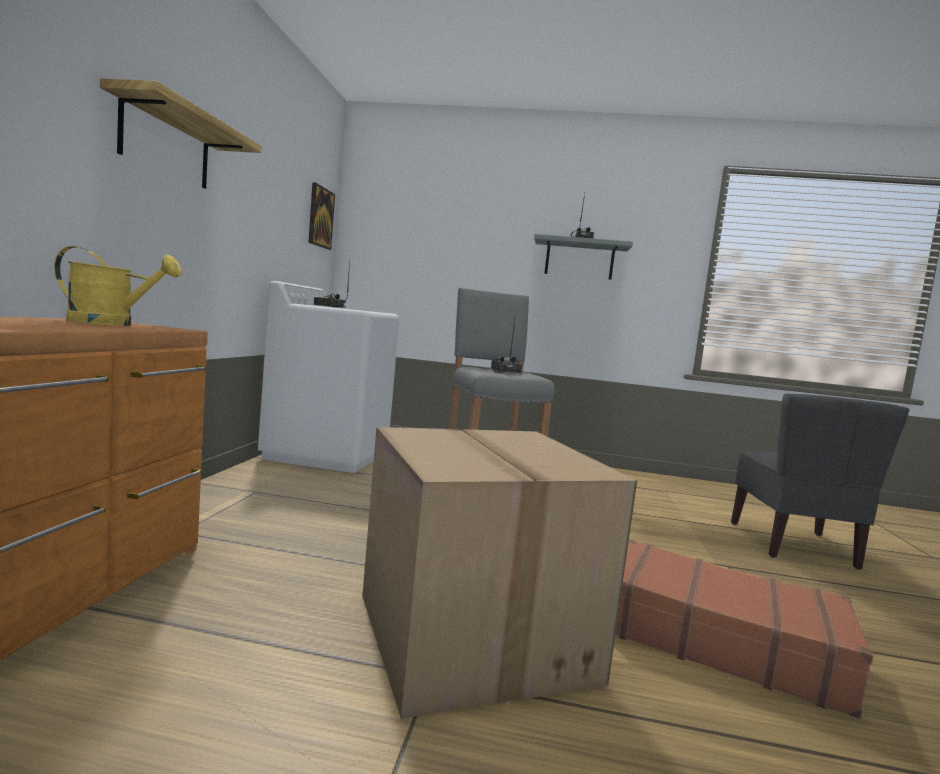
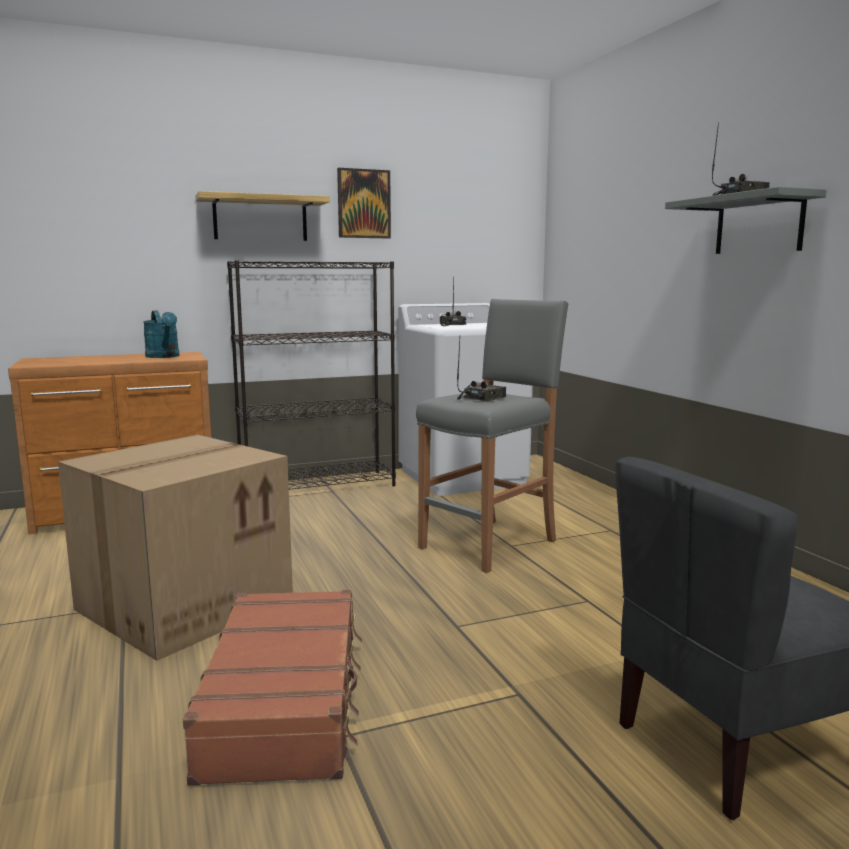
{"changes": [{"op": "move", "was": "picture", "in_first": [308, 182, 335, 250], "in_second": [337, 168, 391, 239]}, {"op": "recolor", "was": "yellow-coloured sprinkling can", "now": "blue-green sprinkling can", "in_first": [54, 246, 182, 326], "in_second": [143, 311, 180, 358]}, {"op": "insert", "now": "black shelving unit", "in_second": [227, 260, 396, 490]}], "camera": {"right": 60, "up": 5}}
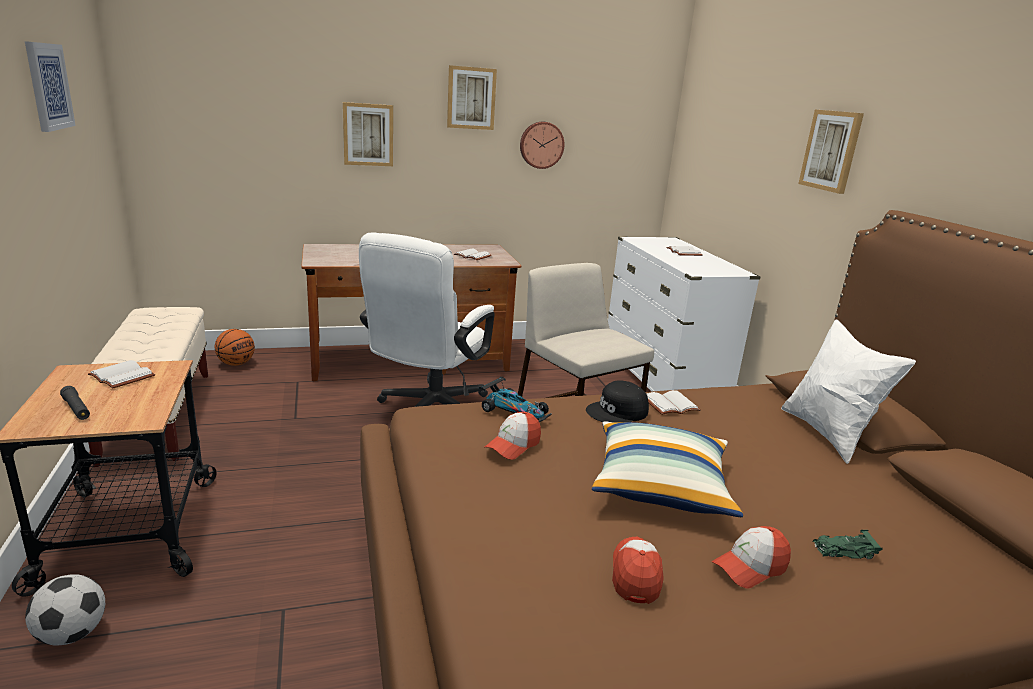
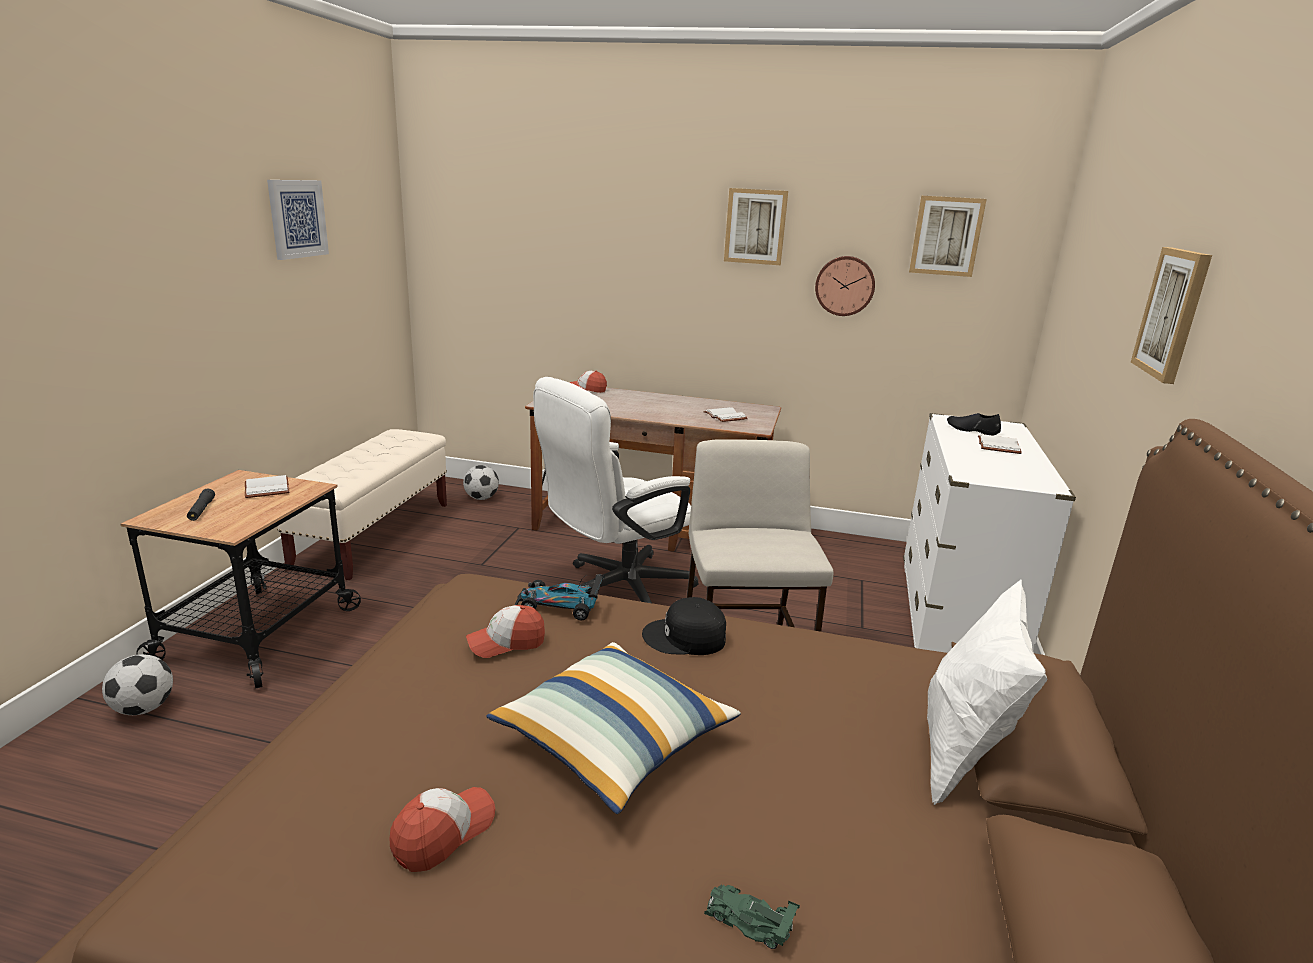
{"changes": [{"op": "move", "was": "picture", "in_first": [343, 102, 393, 166], "in_second": [909, 196, 987, 277]}, {"op": "replace", "was": "basketball ball", "now": "football ball", "in_first": [215, 329, 255, 366], "in_second": [463, 465, 499, 500]}, {"op": "rotate", "was": "miniature car", "in_first": [479, 377, 552, 422], "in_second": [515, 574, 605, 621], "clockwise": 120}, {"op": "delete", "was": "white-coloured volume", "in_first": [647, 390, 701, 415]}, {"op": "move", "was": "baseball cap", "in_first": [712, 526, 791, 588], "in_second": [569, 371, 607, 393]}, {"op": "insert", "now": "black shoe", "in_second": [947, 413, 1001, 435]}], "camera": {"right": 30, "up": 0}}
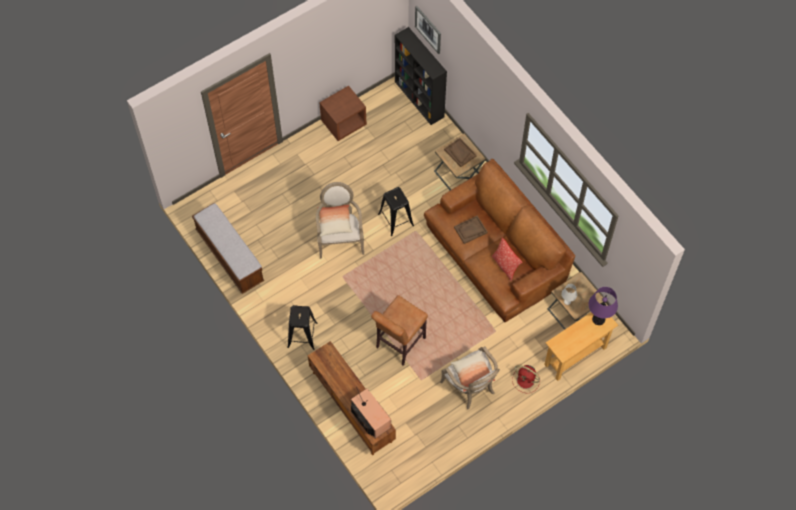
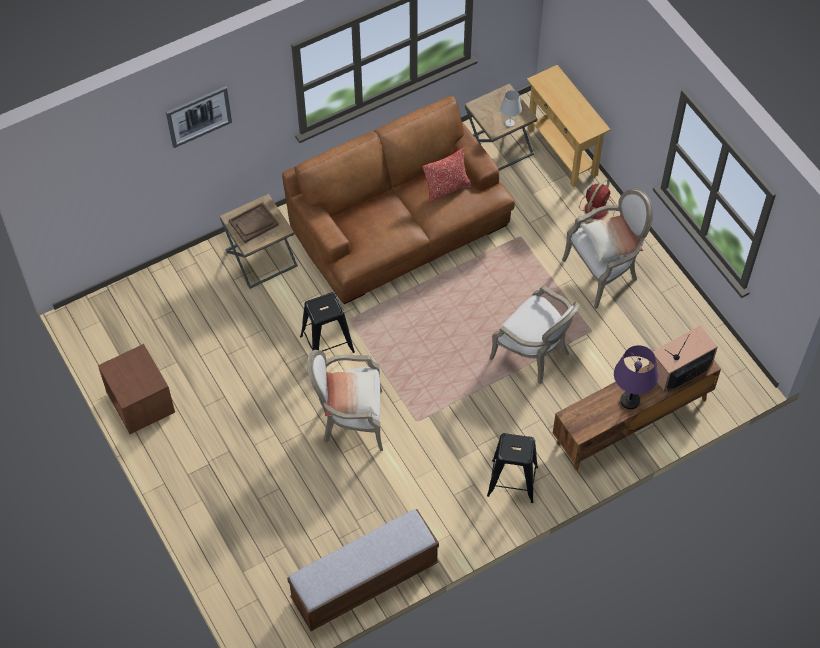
{"changes": [{"op": "move", "was": "picture", "in_first": [415, 6, 441, 54], "in_second": [166, 86, 232, 148]}, {"op": "delete", "was": "black shelving unit", "in_first": [395, 27, 447, 125]}, {"op": "delete", "was": "brown tray", "in_first": [454, 216, 488, 244]}, {"op": "move", "was": "purplish table lamp", "in_first": [589, 287, 618, 325], "in_second": [614, 345, 658, 409]}, {"op": "replace", "was": "brown stool", "now": "armchair", "in_first": [371, 295, 428, 366], "in_second": [490, 285, 580, 384]}], "camera": {"right": -85, "up": -5}}
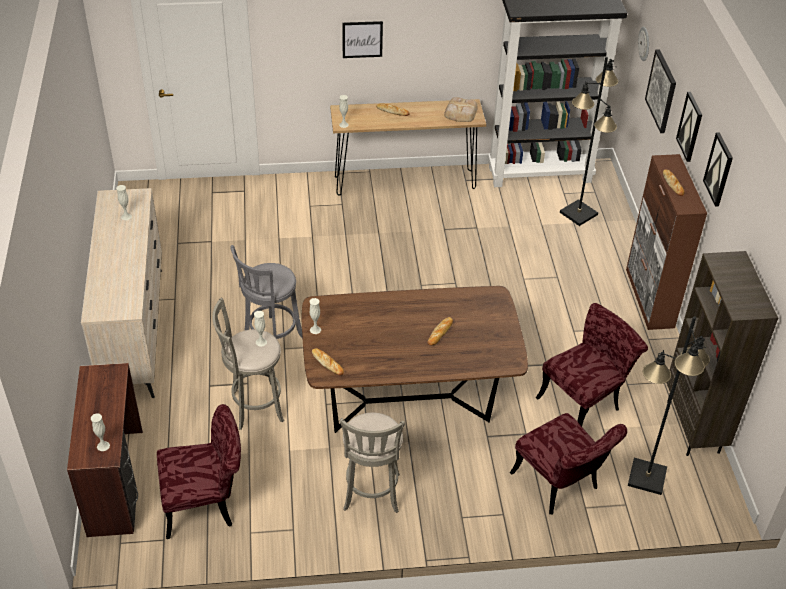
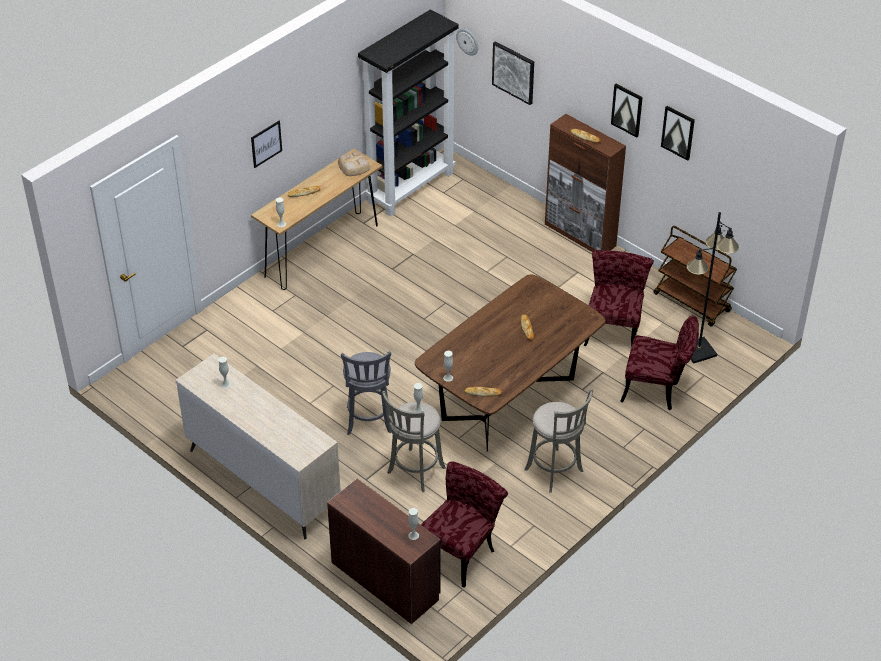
{"changes": [{"op": "delete", "was": "black floor lamp", "in_first": [560, 57, 618, 226]}, {"op": "move", "was": "picture", "in_first": [676, 92, 702, 162], "in_second": [661, 106, 695, 161]}, {"op": "replace", "was": "brown shelving unit", "now": "brown cart", "in_first": [666, 251, 778, 456], "in_second": [653, 226, 737, 327]}], "camera": {"right": -40, "up": 0}}
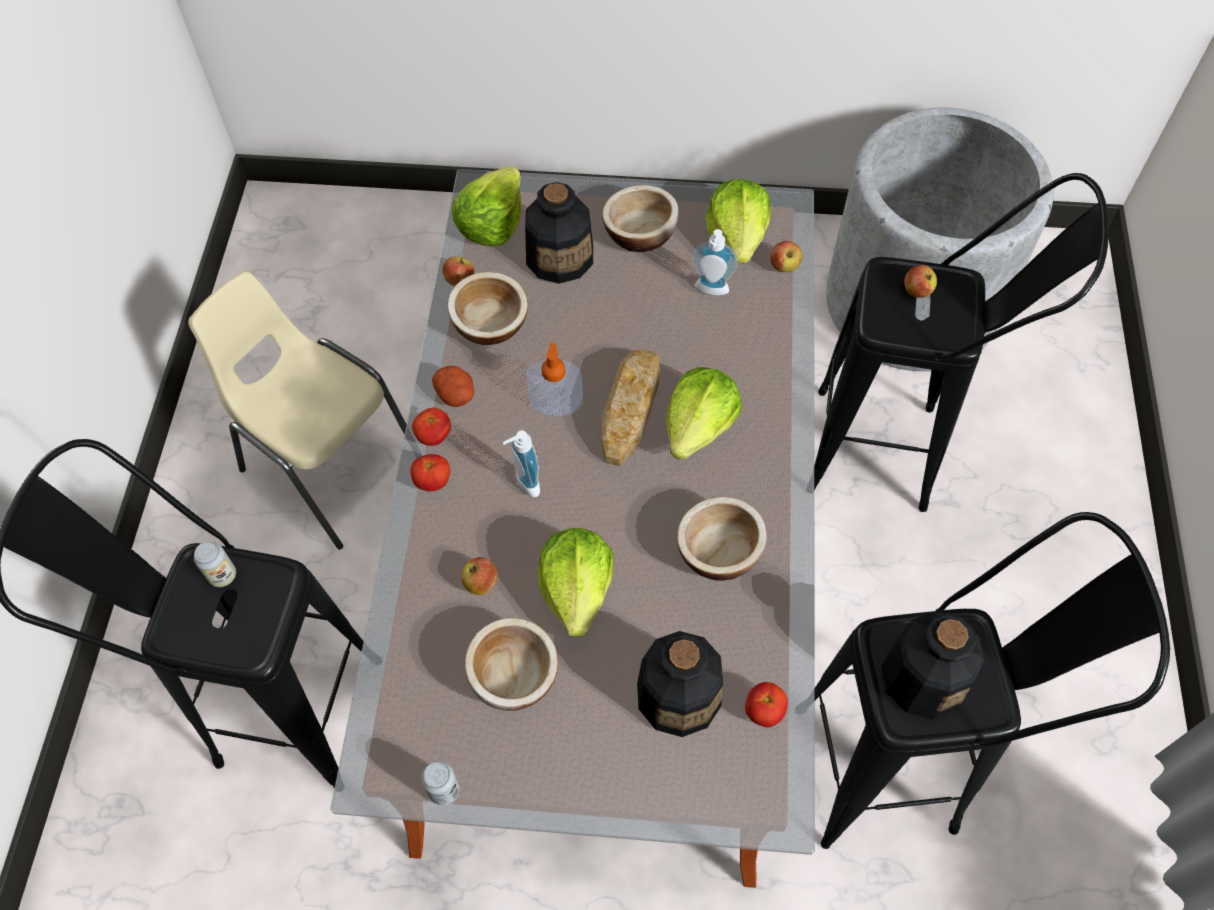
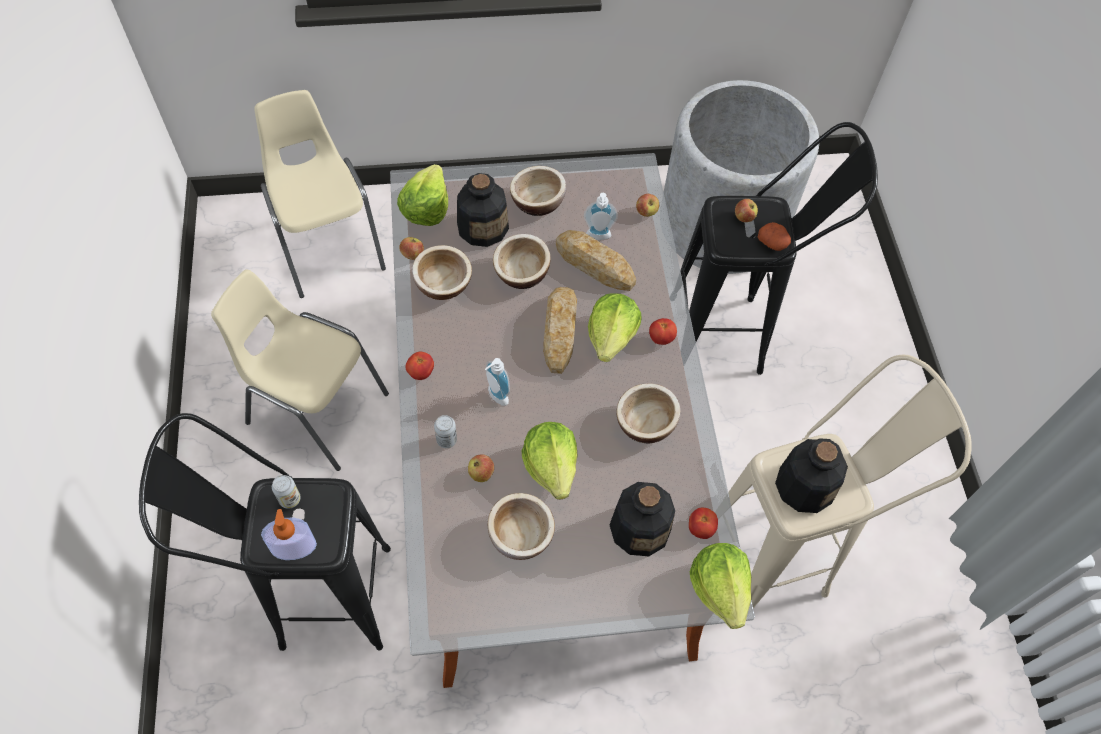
{"changes": [{"op": "move", "was": "lettuce head", "in_first": [706, 179, 771, 263], "in_second": [690, 543, 752, 629]}, {"op": "move", "was": "liquid soap bottle", "in_first": [526, 343, 583, 416], "in_second": [261, 509, 317, 560]}, {"op": "move", "was": "potato", "in_first": [432, 366, 474, 407], "in_second": [758, 222, 791, 251]}, {"op": "move", "was": "tomato", "in_first": [410, 454, 450, 491], "in_second": [649, 318, 677, 345]}, {"op": "recolor", "was": "black stool", "now": "beige stool", "in_first": [815, 512, 1170, 849], "in_second": [728, 355, 972, 608]}, {"op": "move", "was": "can", "in_first": [422, 761, 460, 806], "in_second": [434, 415, 457, 448]}, {"op": "insert", "now": "beige chair", "in_second": [254, 90, 386, 298]}, {"op": "insert", "now": "bakery bread", "in_second": [556, 230, 636, 291]}, {"op": "insert", "now": "bowl", "in_second": [493, 234, 551, 289]}], "camera": {"right": -15, "up": 0}}
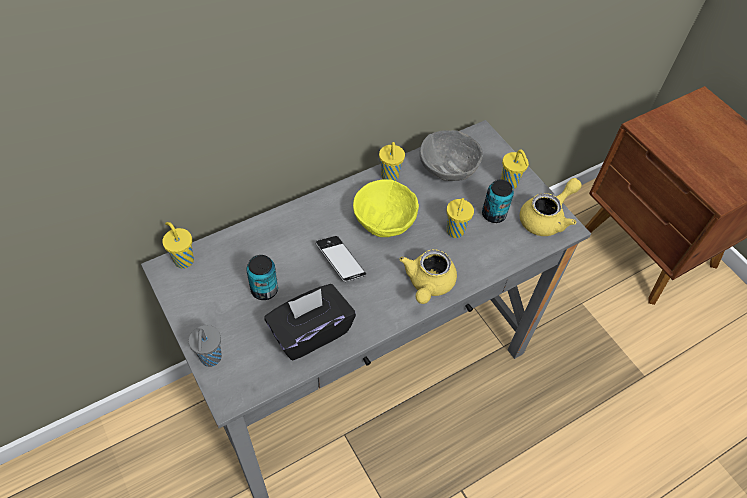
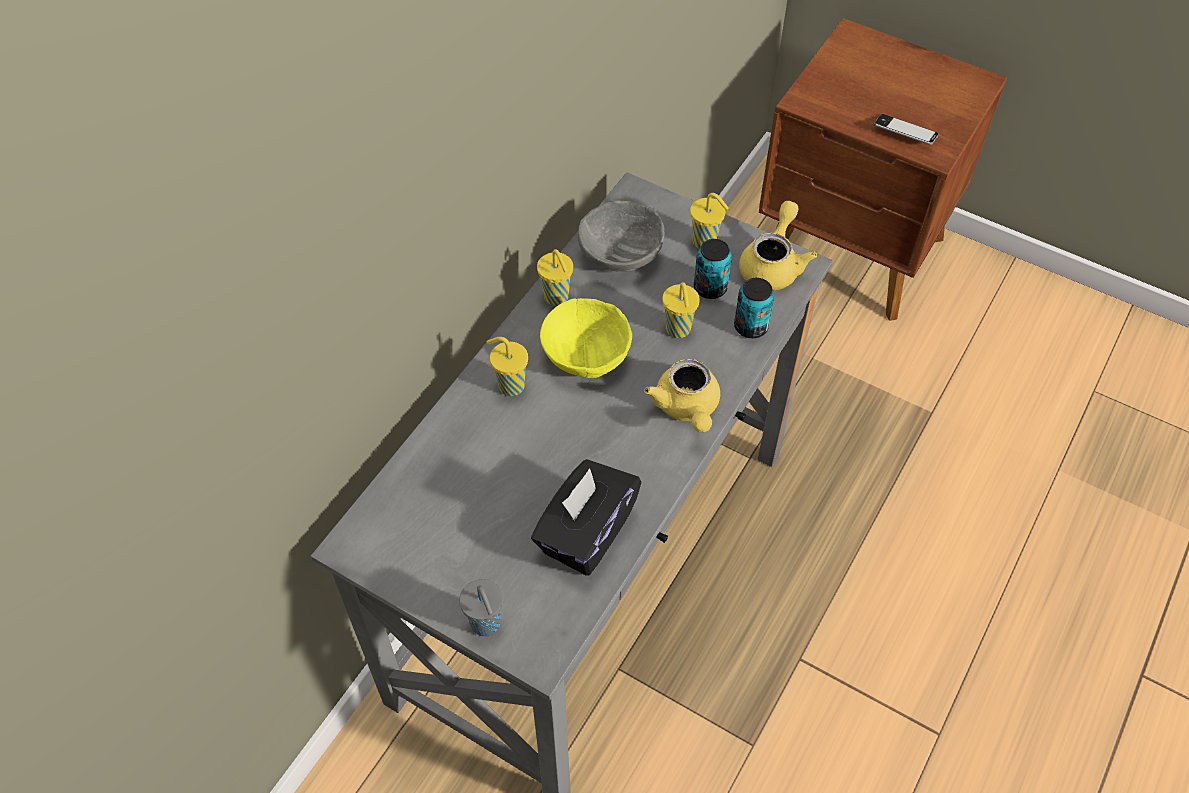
{"changes": [{"op": "move", "was": "yellow-coloured cup", "in_first": [162, 222, 194, 269], "in_second": [486, 337, 528, 396]}, {"op": "move", "was": "handset", "in_first": [315, 236, 366, 282], "in_second": [874, 114, 939, 145]}, {"op": "move", "was": "can", "in_first": [247, 255, 278, 300], "in_second": [734, 278, 775, 338]}], "camera": {"right": -25, "up": 0}}
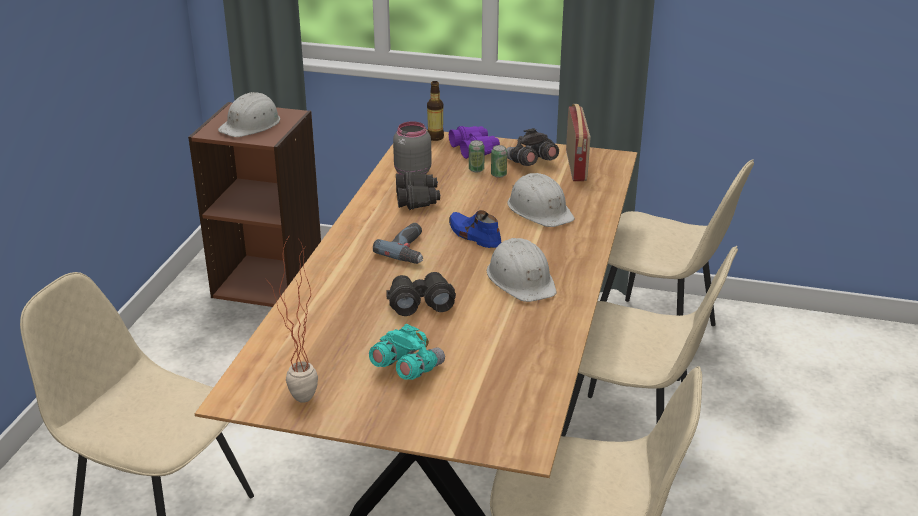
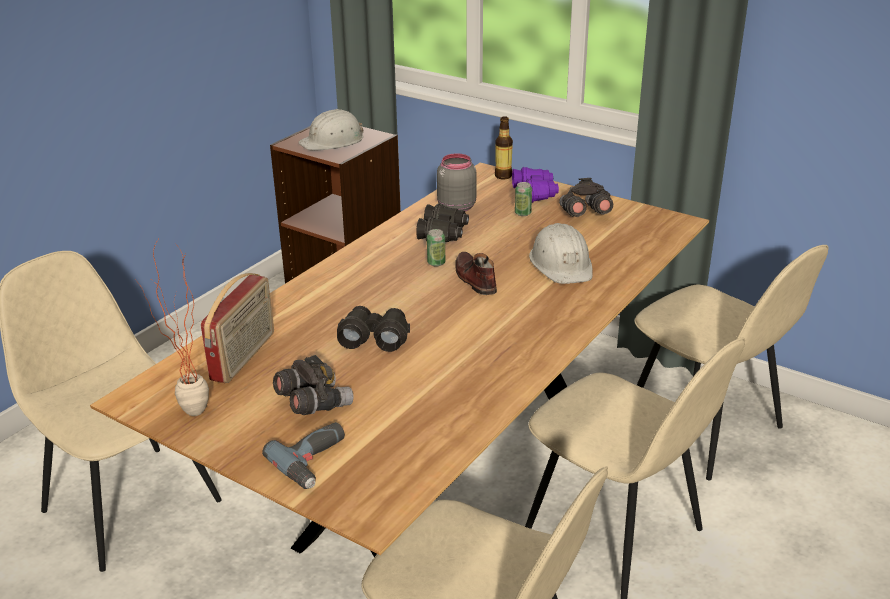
{"changes": [{"op": "move", "was": "radio set", "in_first": [566, 104, 590, 181], "in_second": [201, 273, 274, 383]}, {"op": "move", "was": "can", "in_first": [491, 145, 507, 178], "in_second": [427, 229, 445, 266]}, {"op": "recolor", "was": "blue shoe", "now": "brown shoe", "in_first": [449, 210, 502, 248], "in_second": [455, 252, 497, 295]}, {"op": "move", "was": "drill", "in_first": [373, 223, 423, 264], "in_second": [262, 422, 345, 489]}, {"op": "delete", "was": "white-coloured work helmet", "in_first": [487, 238, 557, 302]}, {"op": "recolor", "was": "blue-green pair of binoculars", "now": "grey pair of binoculars", "in_first": [369, 324, 445, 380], "in_second": [273, 355, 353, 415]}], "camera": {"right": 20, "up": 0}}
